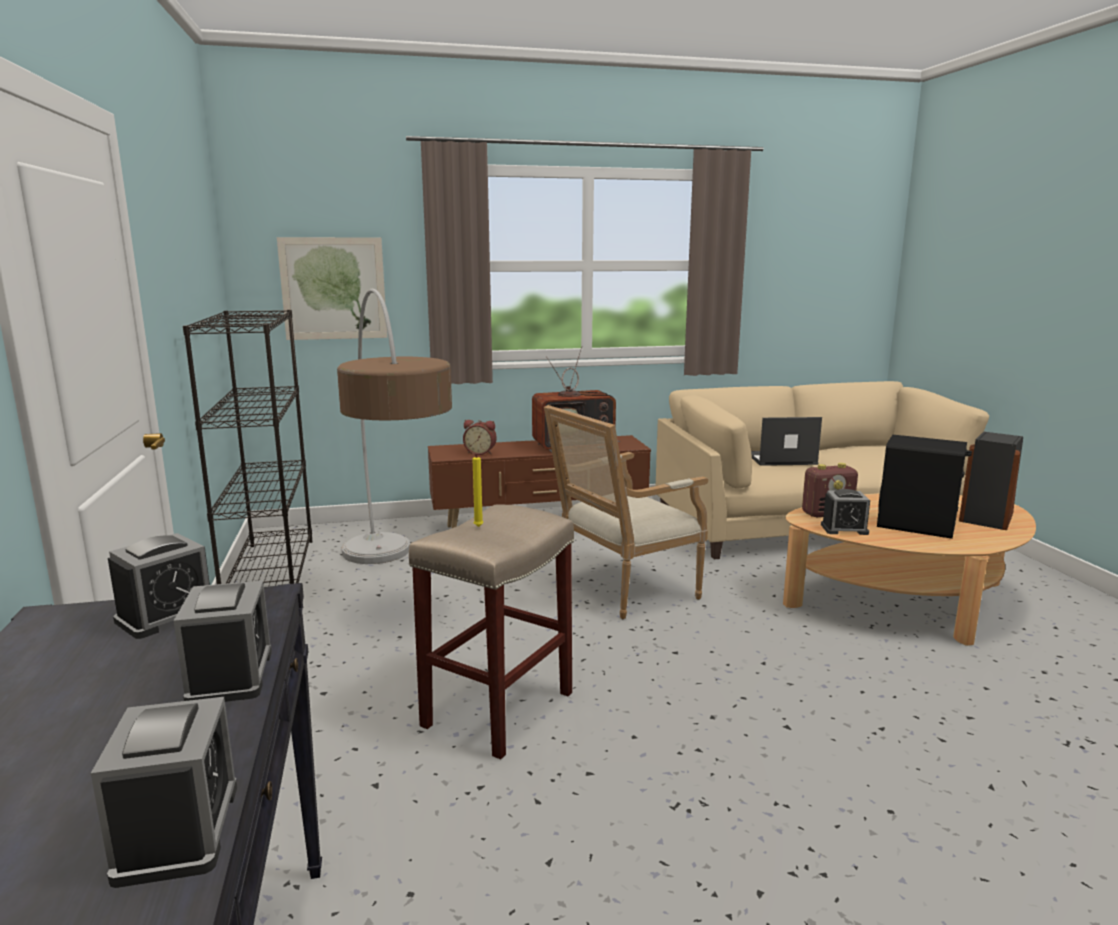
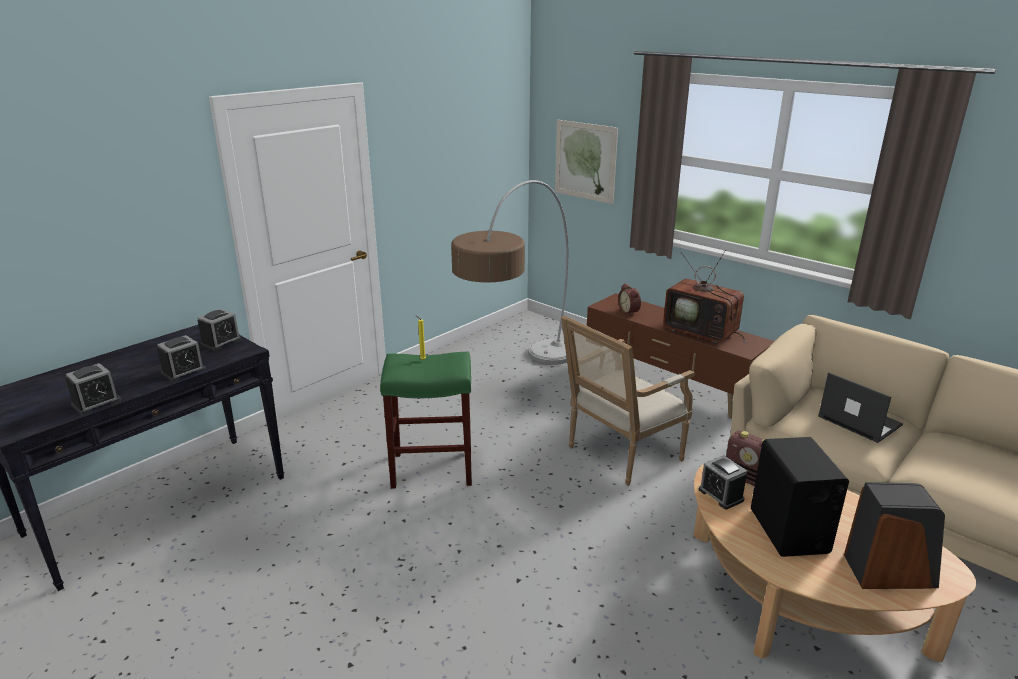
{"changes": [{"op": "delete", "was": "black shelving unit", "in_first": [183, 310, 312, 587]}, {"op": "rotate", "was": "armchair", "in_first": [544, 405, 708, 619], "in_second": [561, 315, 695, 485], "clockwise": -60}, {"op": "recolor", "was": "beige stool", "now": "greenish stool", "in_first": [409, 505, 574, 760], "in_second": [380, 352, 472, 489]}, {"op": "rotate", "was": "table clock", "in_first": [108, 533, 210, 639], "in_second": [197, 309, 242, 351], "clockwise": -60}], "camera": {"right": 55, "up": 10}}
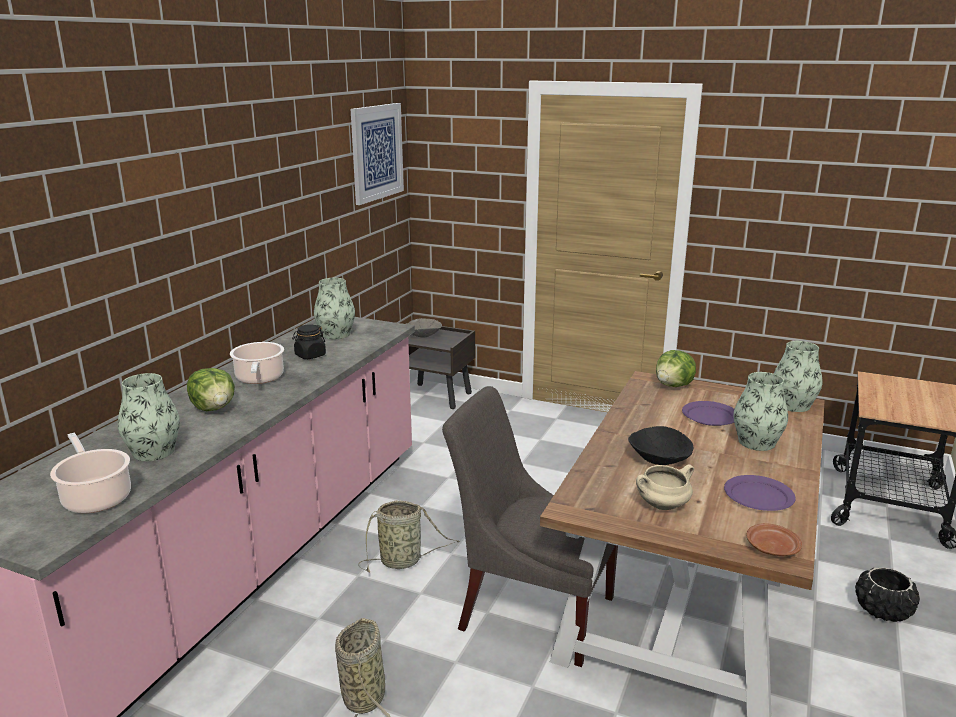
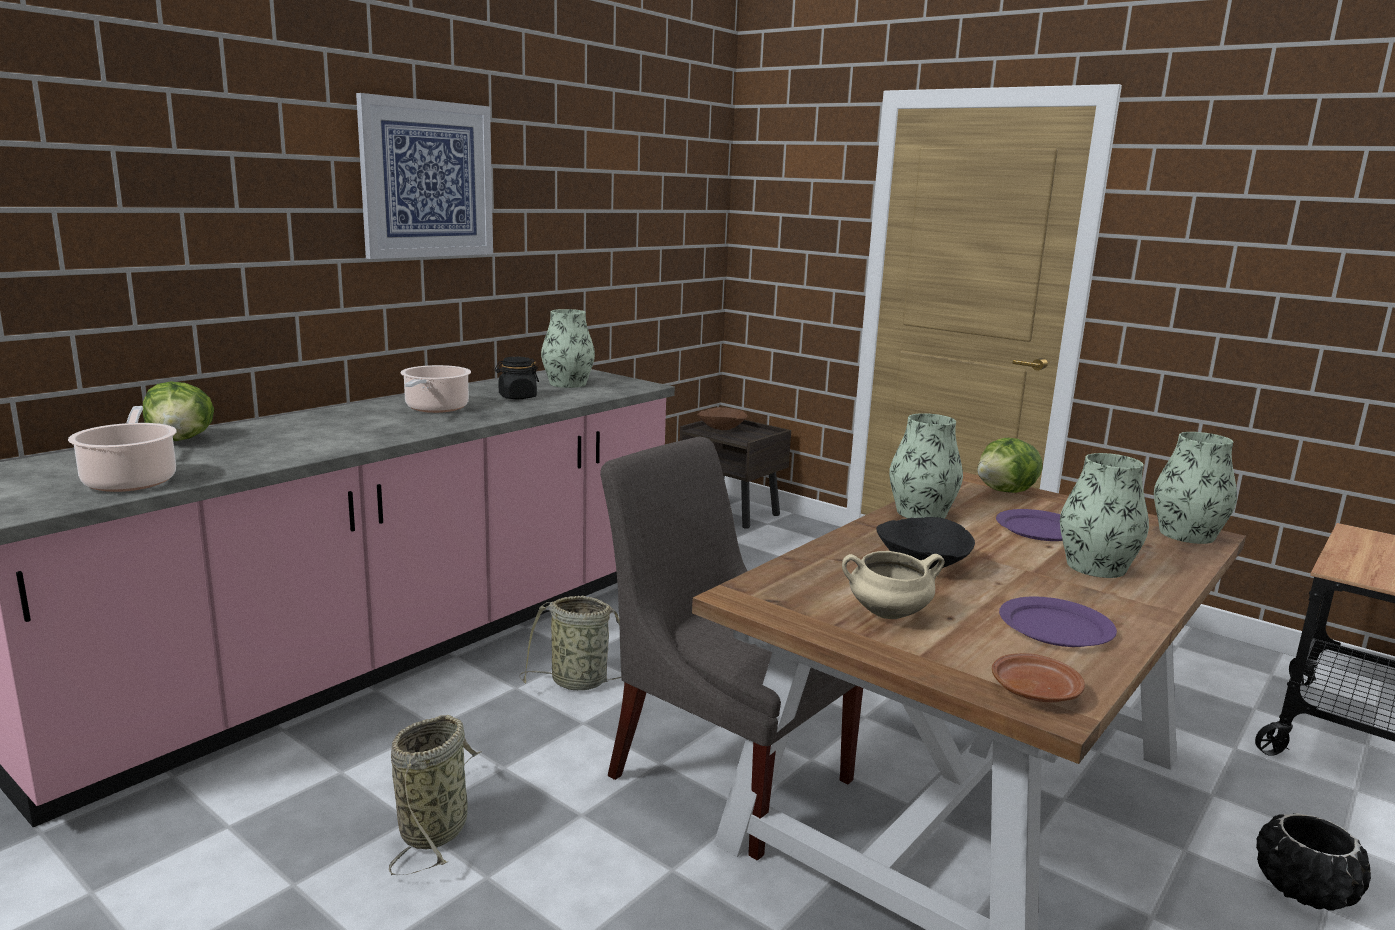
{"changes": [{"op": "move", "was": "picture", "in_first": [351, 103, 404, 205], "in_second": [356, 93, 493, 259]}, {"op": "recolor", "was": "grey bowl", "now": "brown bowl", "in_first": [406, 318, 442, 338], "in_second": [697, 407, 747, 430]}, {"op": "move", "was": "lettuce head", "in_first": [187, 368, 235, 411], "in_second": [143, 382, 214, 441]}, {"op": "move", "was": "decorative vase", "in_first": [118, 373, 180, 461], "in_second": [889, 413, 963, 519]}], "camera": {"right": 15, "up": -5}}
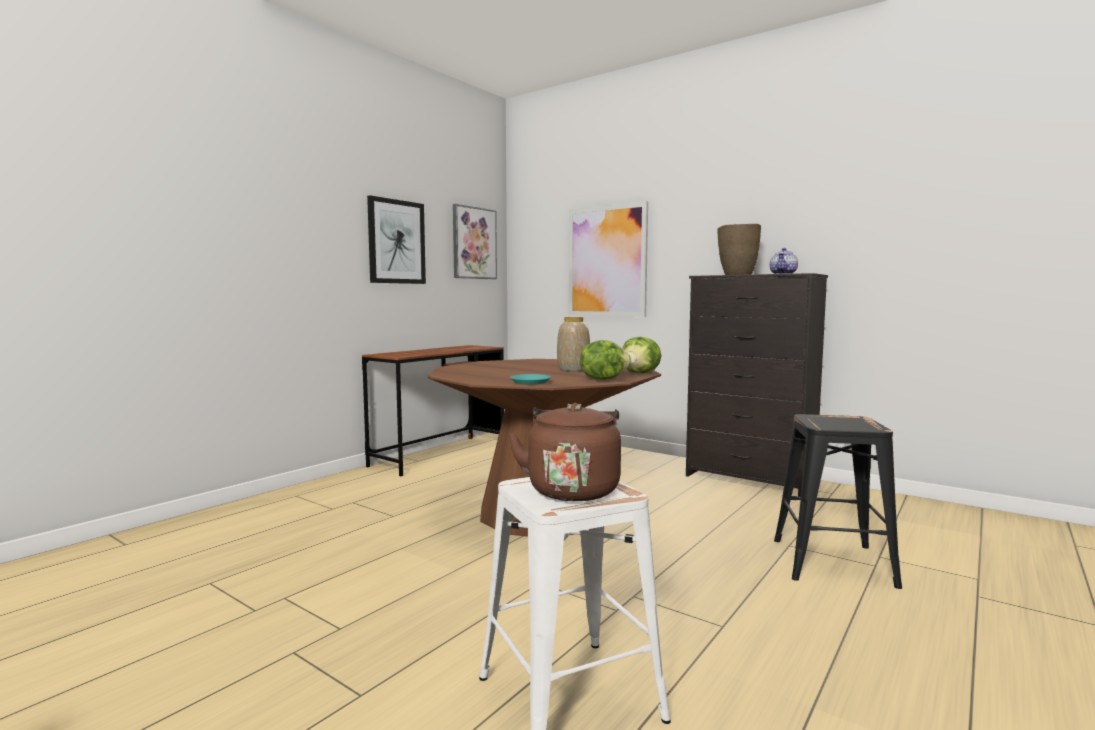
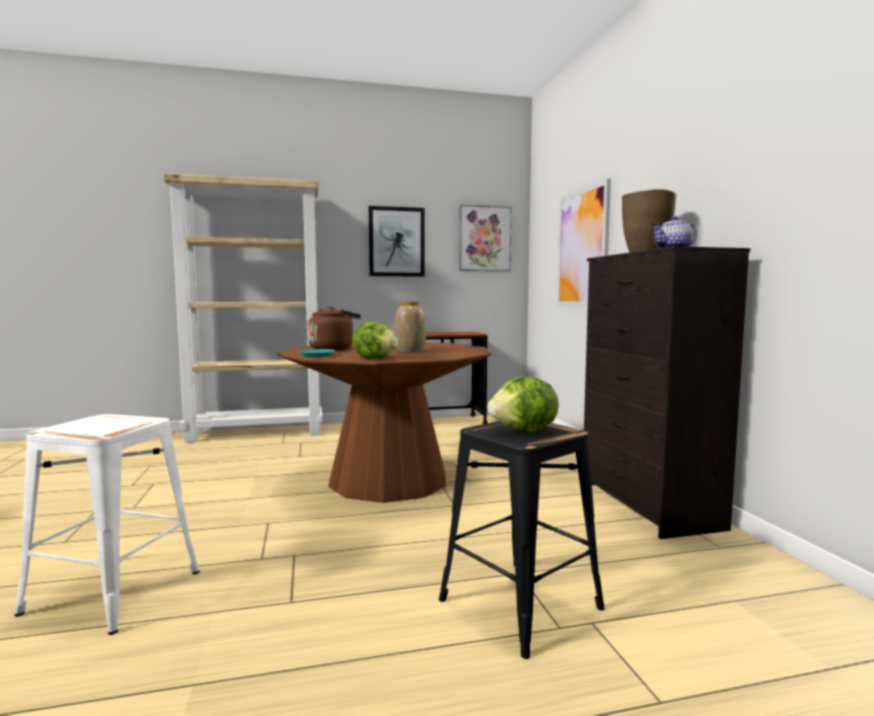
{"changes": [{"op": "move", "was": "lettuce head", "in_first": [622, 337, 661, 373], "in_second": [488, 377, 559, 432]}, {"op": "move", "was": "brown kettle", "in_first": [508, 403, 621, 501], "in_second": [308, 307, 361, 350]}, {"op": "insert", "now": "beige shelving unit", "in_second": [164, 173, 323, 443]}], "camera": {"right": 40, "up": 0}}
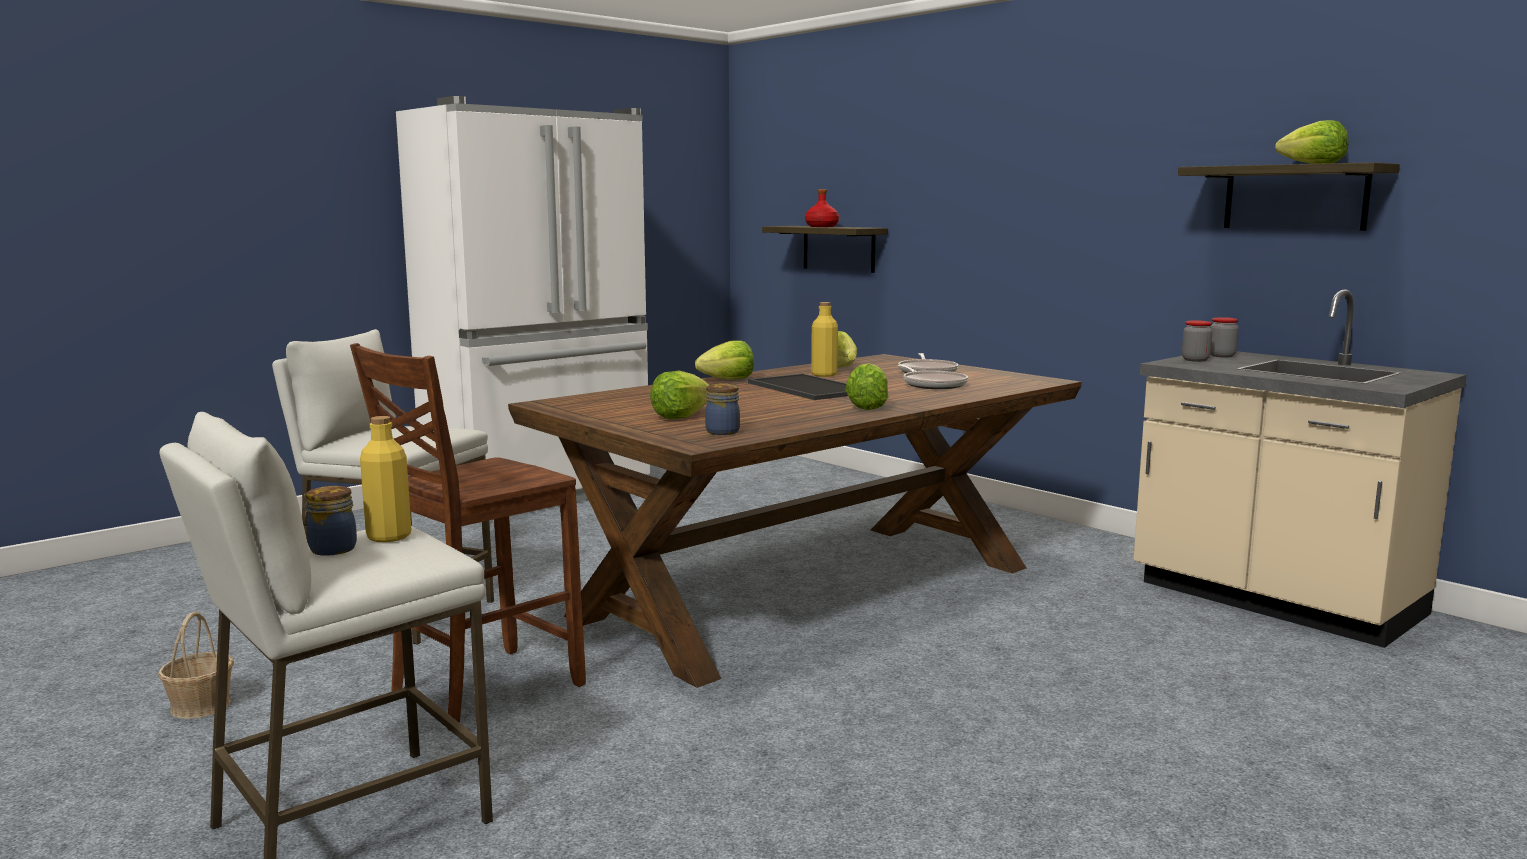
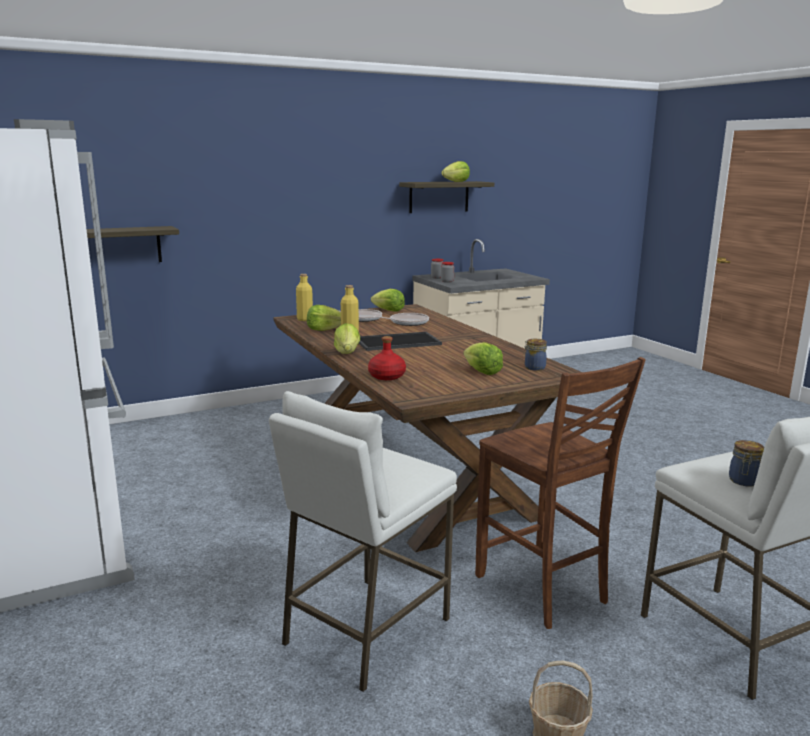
{"changes": [{"op": "move", "was": "red-coloured beverage bottle", "in_first": [805, 189, 839, 227], "in_second": [368, 336, 406, 380]}, {"op": "move", "was": "lettuce head", "in_first": [845, 363, 889, 410], "in_second": [371, 289, 405, 312]}, {"op": "move", "was": "yellow-coloured beverage bottle", "in_first": [360, 416, 412, 542], "in_second": [296, 274, 313, 321]}], "camera": {"right": -75, "up": 5}}
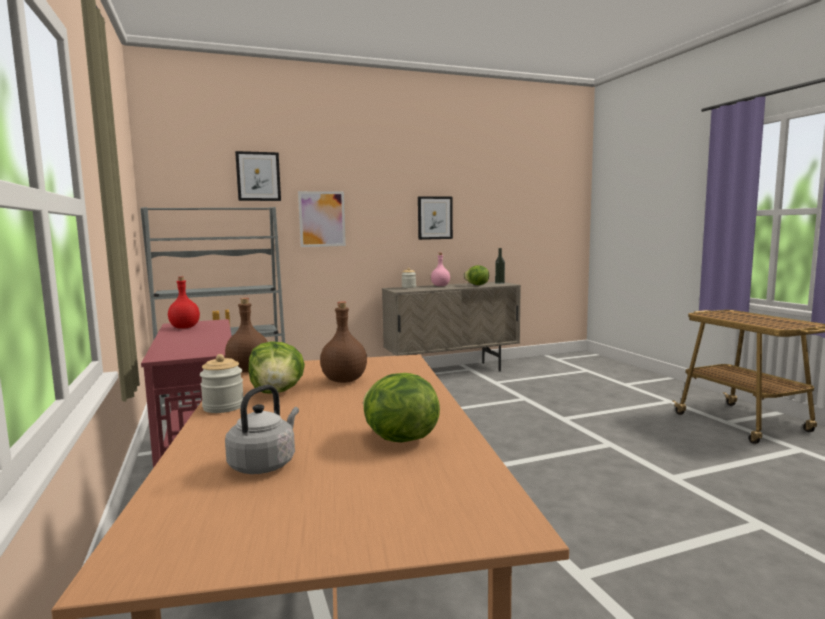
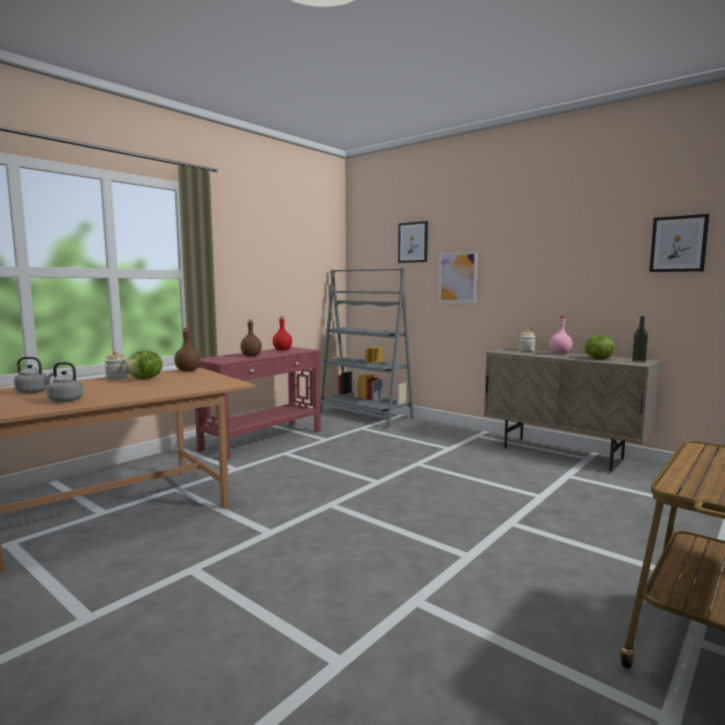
{"changes": [{"op": "move", "was": "picture", "in_first": [418, 196, 453, 240], "in_second": [649, 214, 709, 272]}, {"op": "move", "was": "brown beverage bottle", "in_first": [320, 302, 367, 383], "in_second": [240, 319, 262, 356]}, {"op": "replace", "was": "lettuce head", "now": "grey kettle", "in_first": [363, 373, 440, 442], "in_second": [44, 362, 83, 402]}], "camera": {"right": 60, "up": 0}}
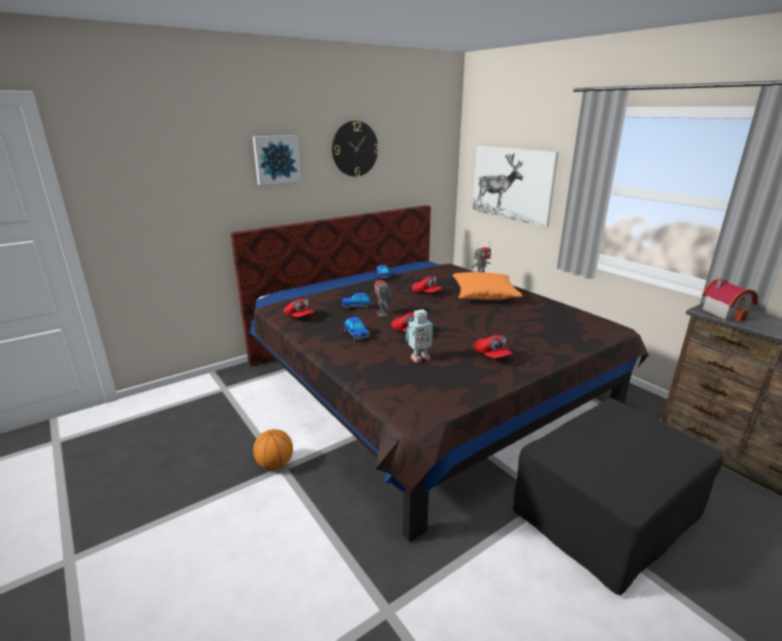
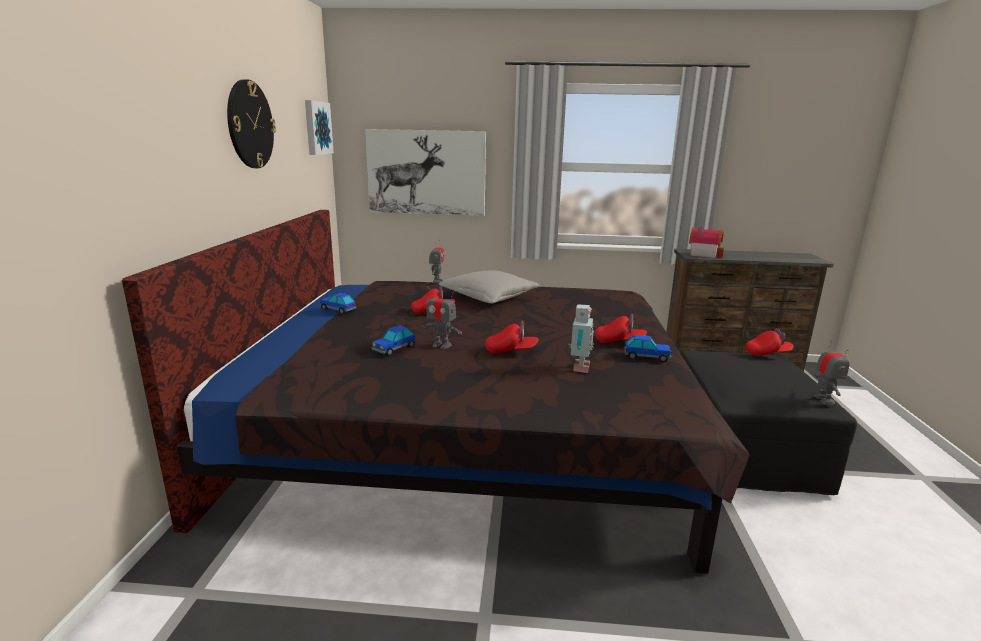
{"changes": [{"op": "move", "was": "picture", "in_first": [253, 135, 301, 185], "in_second": [305, 100, 334, 155]}, {"op": "recolor", "was": "orange pillow", "now": "grey pillow", "in_first": [453, 272, 522, 300], "in_second": [439, 270, 539, 304]}, {"op": "move", "was": "red-coloured baseball cap", "in_first": [284, 298, 314, 317], "in_second": [746, 328, 793, 356]}, {"op": "move", "was": "miniature car", "in_first": [344, 317, 370, 341], "in_second": [624, 335, 671, 362]}, {"op": "delete", "was": "basketball ball", "in_first": [253, 429, 293, 470]}, {"op": "insert", "now": "toy robot", "in_second": [814, 340, 850, 405]}], "camera": {"right": -50, "up": -5}}
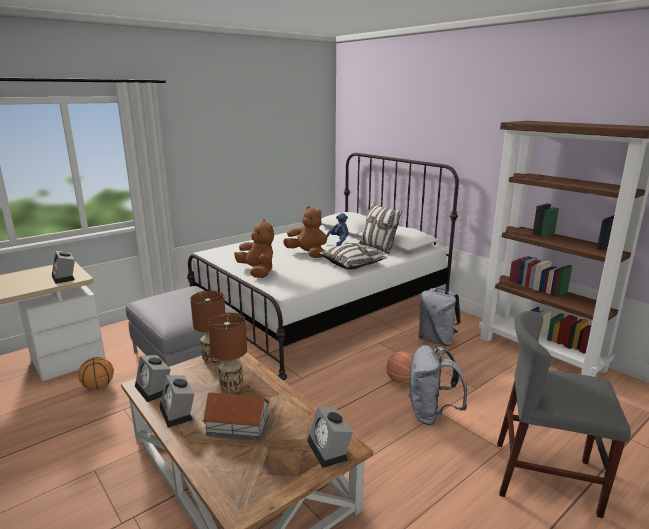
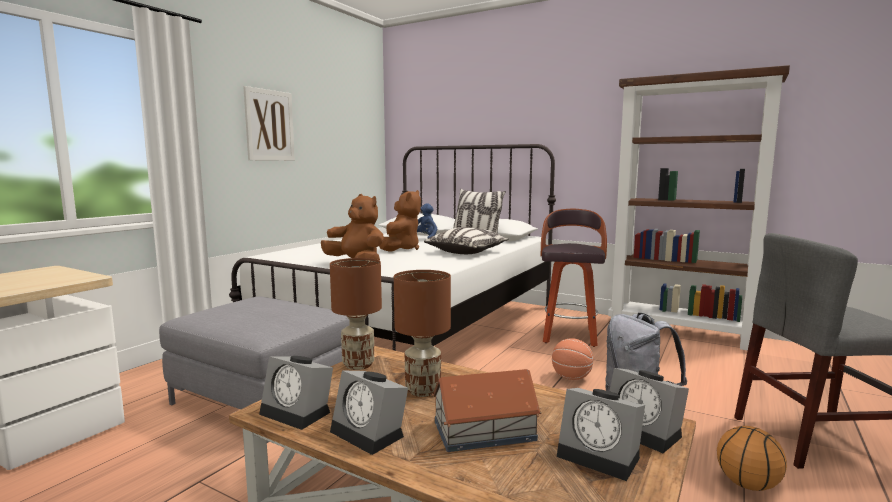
{"changes": [{"op": "rotate", "was": "brown cuddly toy", "in_first": [283, 206, 327, 258], "in_second": [379, 190, 421, 252], "clockwise": 90}, {"op": "move", "was": "table clock", "in_first": [52, 251, 75, 284], "in_second": [557, 388, 645, 481]}, {"op": "replace", "was": "grey rucksack", "now": "stool", "in_first": [419, 288, 461, 346], "in_second": [541, 209, 607, 347]}, {"op": "move", "was": "basketball ball", "in_first": [78, 357, 114, 390], "in_second": [717, 426, 787, 491]}, {"op": "insert", "now": "picture", "in_second": [243, 86, 295, 161]}], "camera": {"right": -20, "up": -10}}
